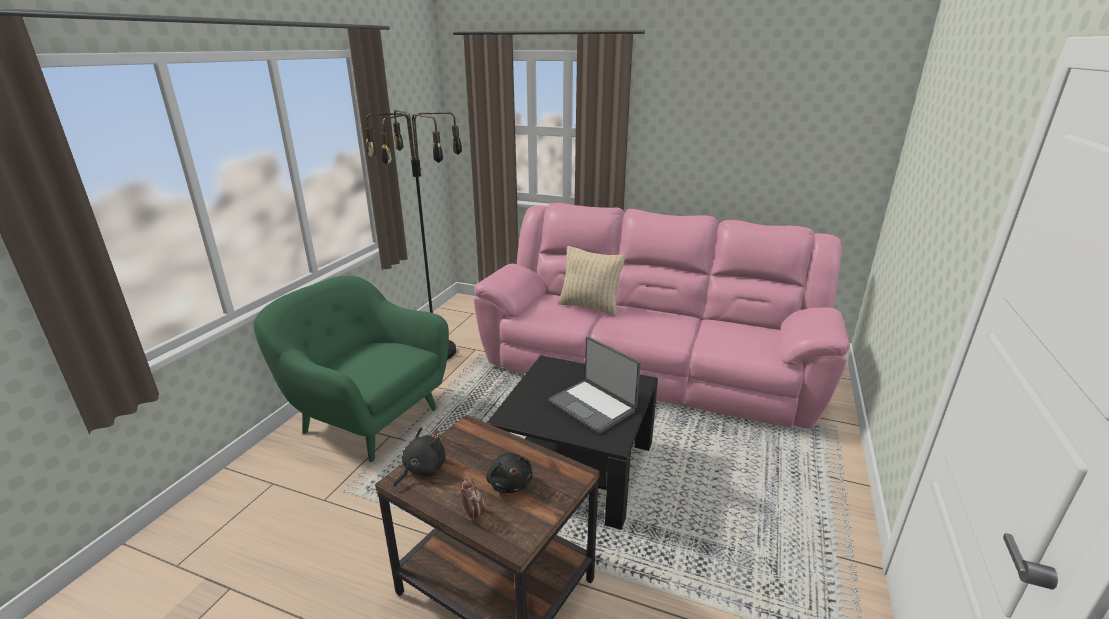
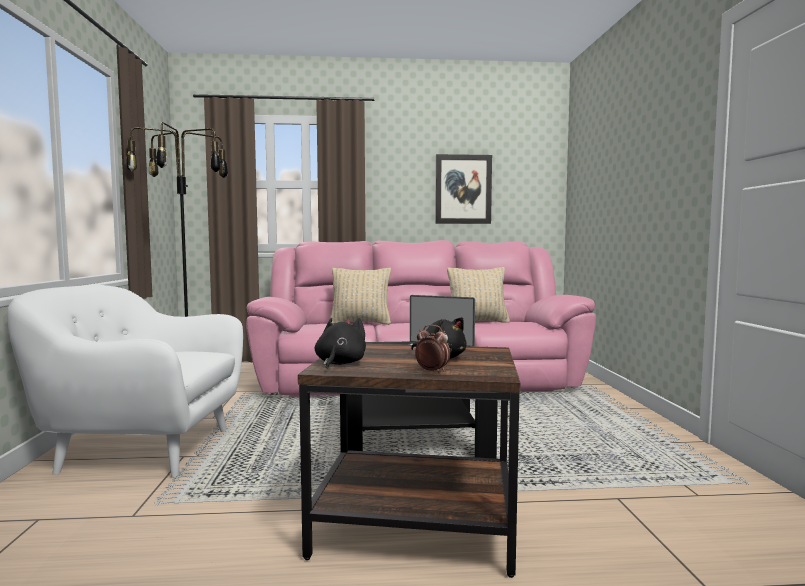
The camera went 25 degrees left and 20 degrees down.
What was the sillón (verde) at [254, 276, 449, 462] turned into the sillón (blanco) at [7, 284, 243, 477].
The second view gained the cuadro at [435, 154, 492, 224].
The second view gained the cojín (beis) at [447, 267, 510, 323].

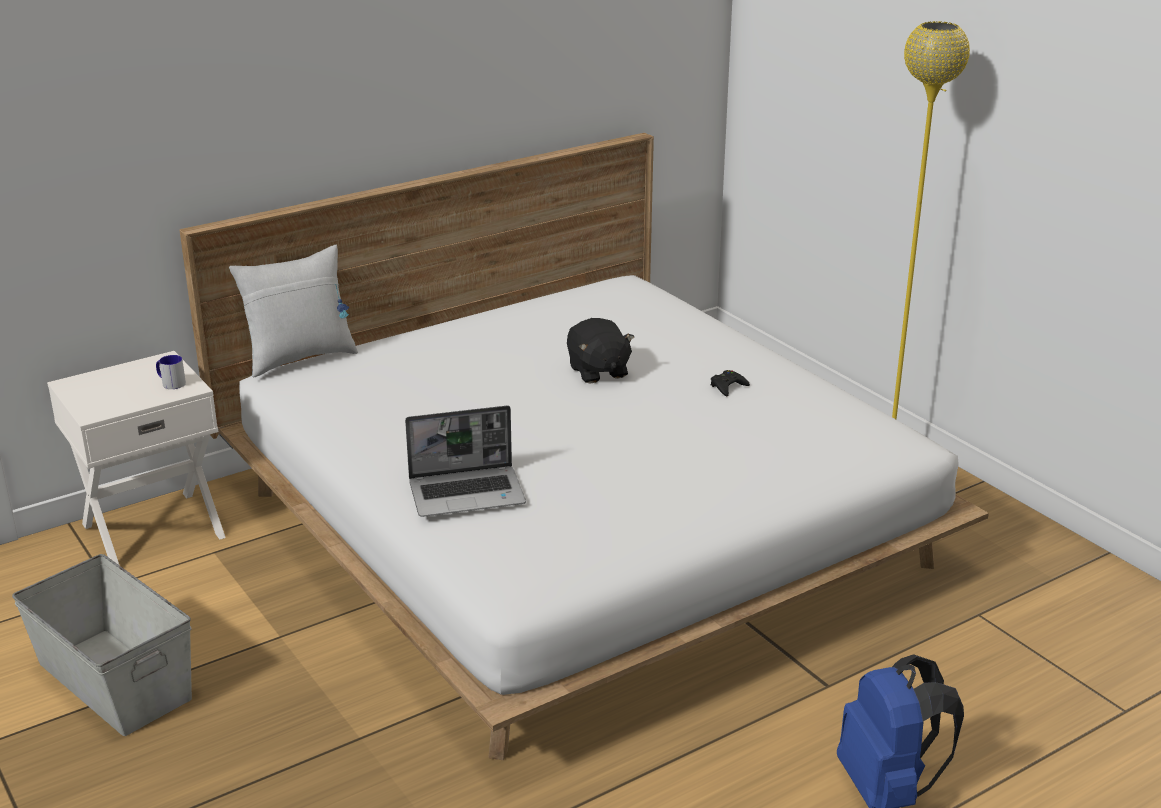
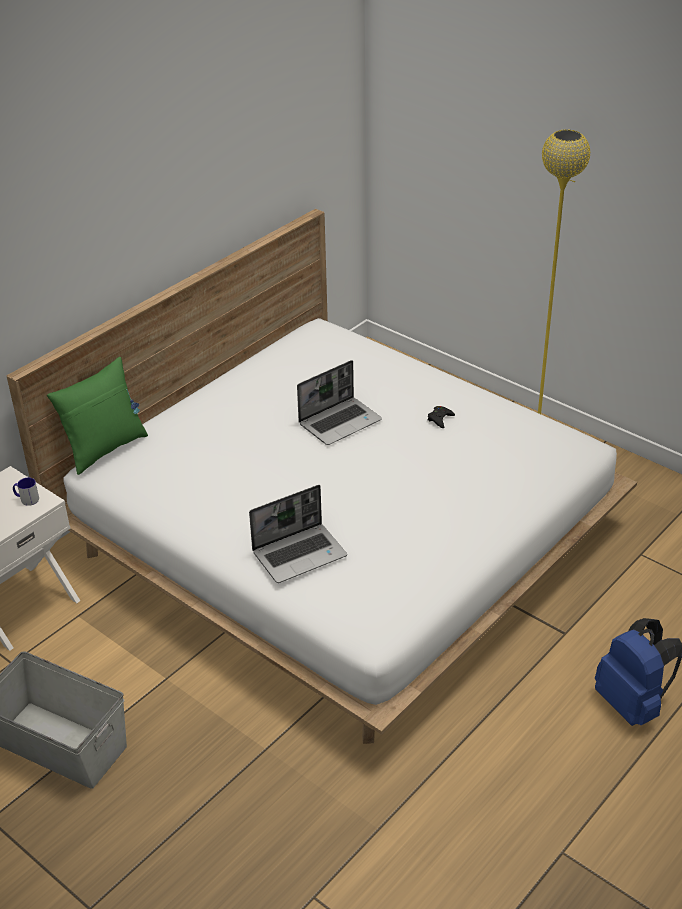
The camera went 15 degrees left and 10 degrees up.
What was the cojín (gris) at [229, 245, 358, 377] turned into the cojín (verde) at [47, 357, 148, 475].
Where the peluche (negro) stood at [567, 318, 634, 384], the portátil came to stand at [297, 360, 382, 445].

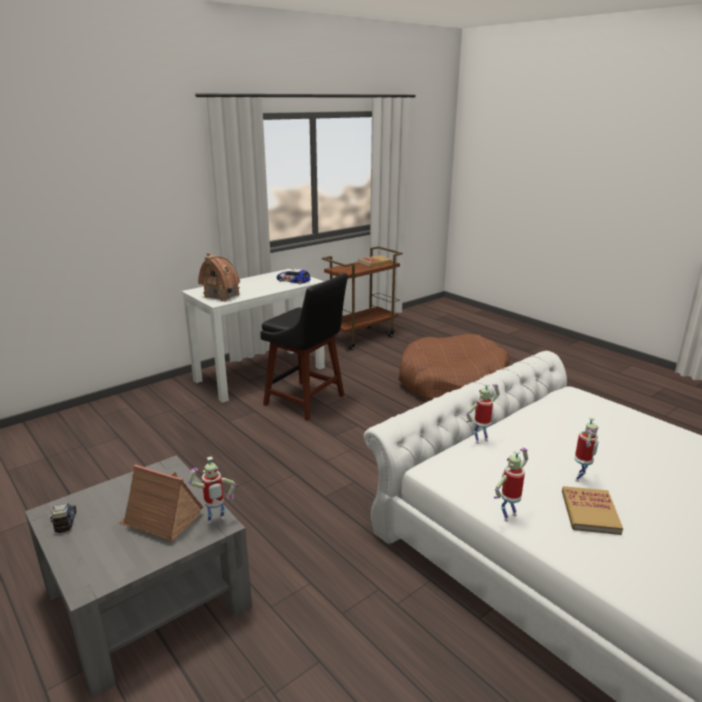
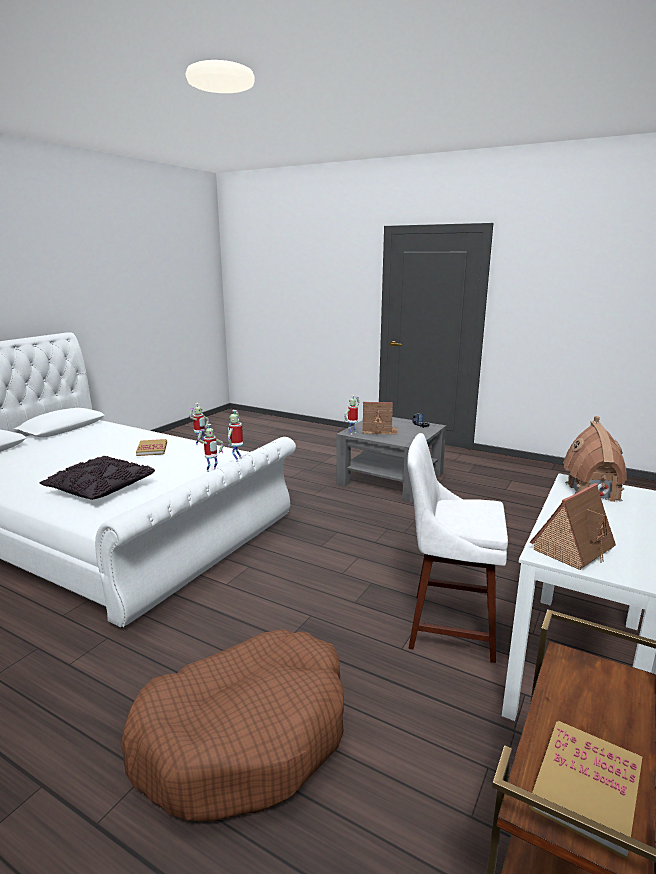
The camera went 160 degrees right and 5 degrees down.
The second view gained the cojín (negro) at [40, 456, 155, 500].
The robot de juguete ended up elsewhere, having gone from [575, 417, 598, 482] to [227, 410, 243, 462].
What was the silla (negro) at [260, 273, 348, 421] turned into the silla (blanco) at [408, 433, 508, 663].
Where the coche de juguete stood at [277, 269, 311, 284], the casita came to stand at [530, 483, 616, 570].

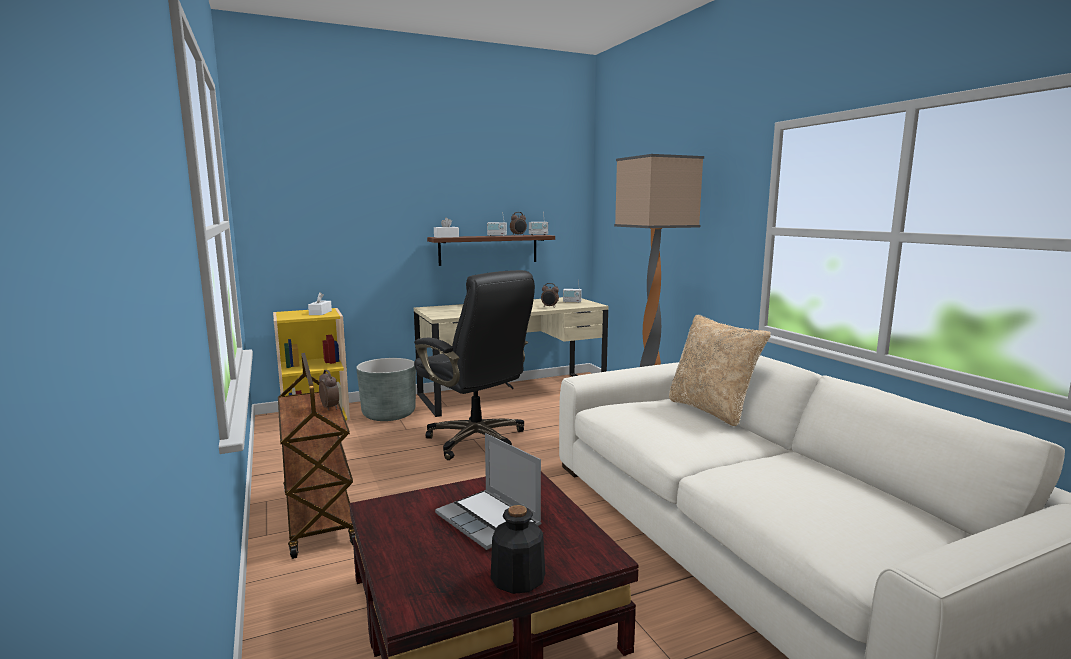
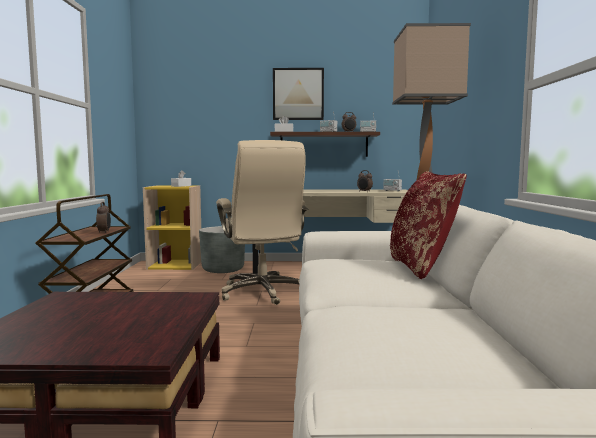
The camera went 25 degrees right and 5 degrees down.
What was the silla de oficina (negro) at [414, 270, 535, 460] turned into the silla de oficina (beis) at [216, 140, 308, 305].
The second view gained the cuadro at [273, 68, 324, 120].
What was the cojín (beis) at [669, 314, 771, 427] turned into the cojín (rojo) at [390, 171, 467, 280].
The second view lost the portátil at [435, 433, 541, 550].
The second view lost the botella at [491, 505, 545, 594].

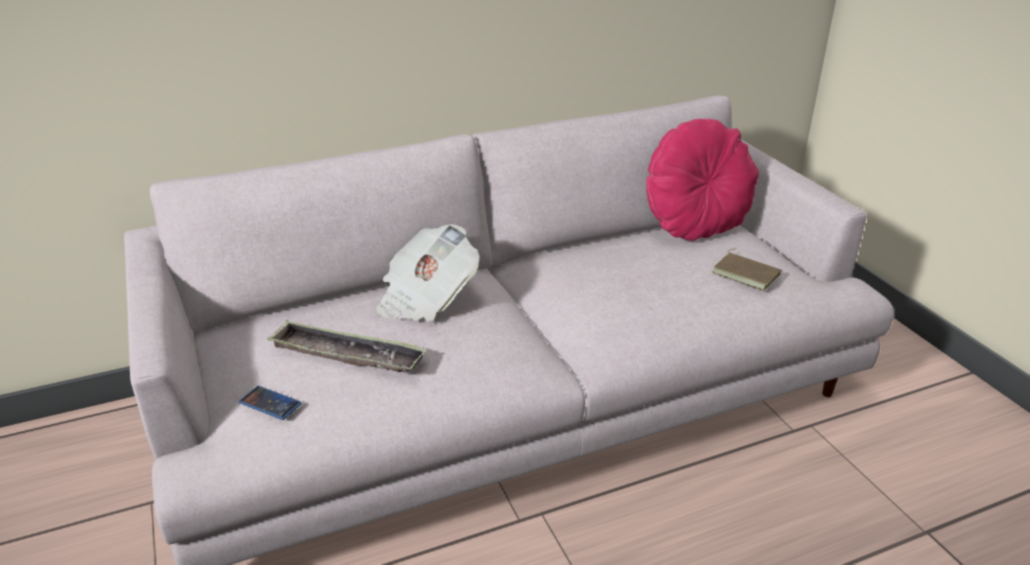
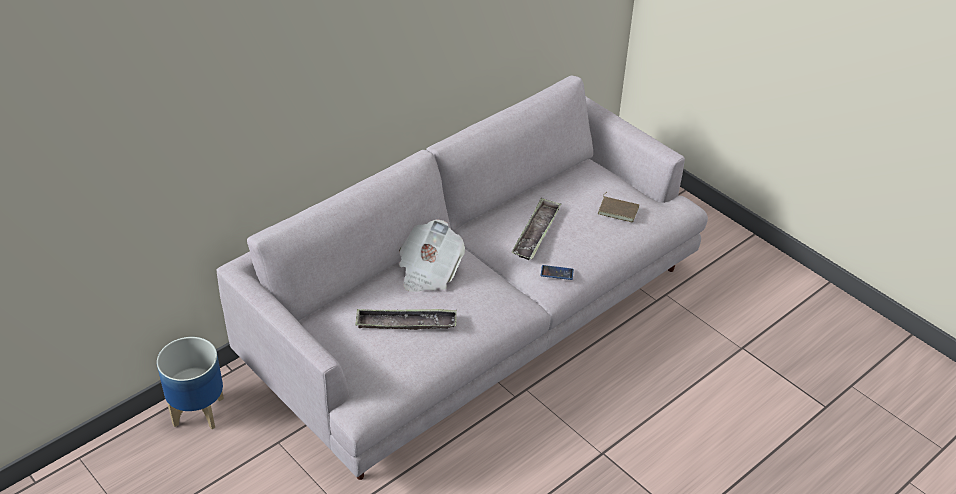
The camera went 20 degrees left and 10 degrees up.
The second view gained the maceta at [157, 337, 224, 429].
The second view gained the bandeja at [511, 198, 561, 260].
The móvil ended up elsewhere, having gone from [239, 386, 302, 420] to [540, 265, 574, 280].
The second view lost the cojín (rosa) at [646, 119, 759, 241].

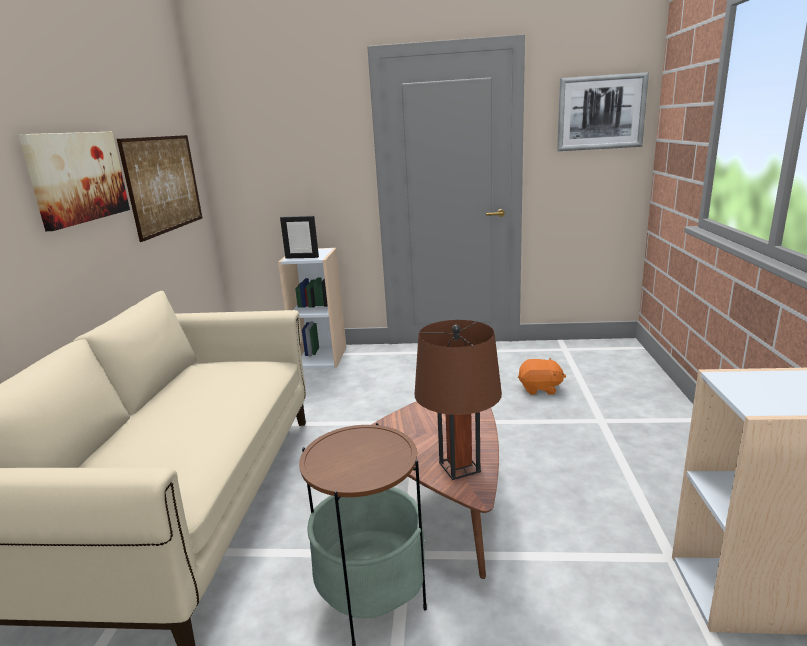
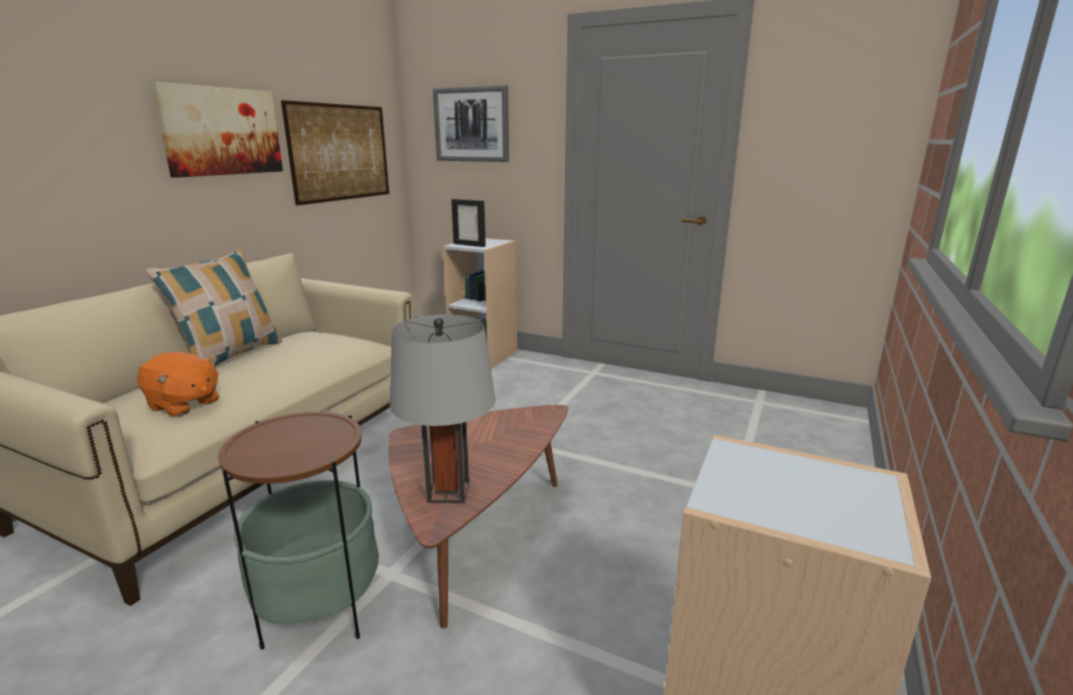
The camera went 20 degrees right and 0 degrees up.
The peluche (naranja) ended up elsewhere, having gone from [518, 358, 566, 395] to [137, 352, 220, 417].
The second view gained the cojín at [146, 250, 282, 366].
What was the lámpara de mesa (marrón) at [414, 320, 502, 480] turned into the lámpara de mesa (gris) at [390, 314, 496, 503].
The cuadro ended up elsewhere, having gone from [557, 72, 649, 151] to [433, 85, 509, 162].

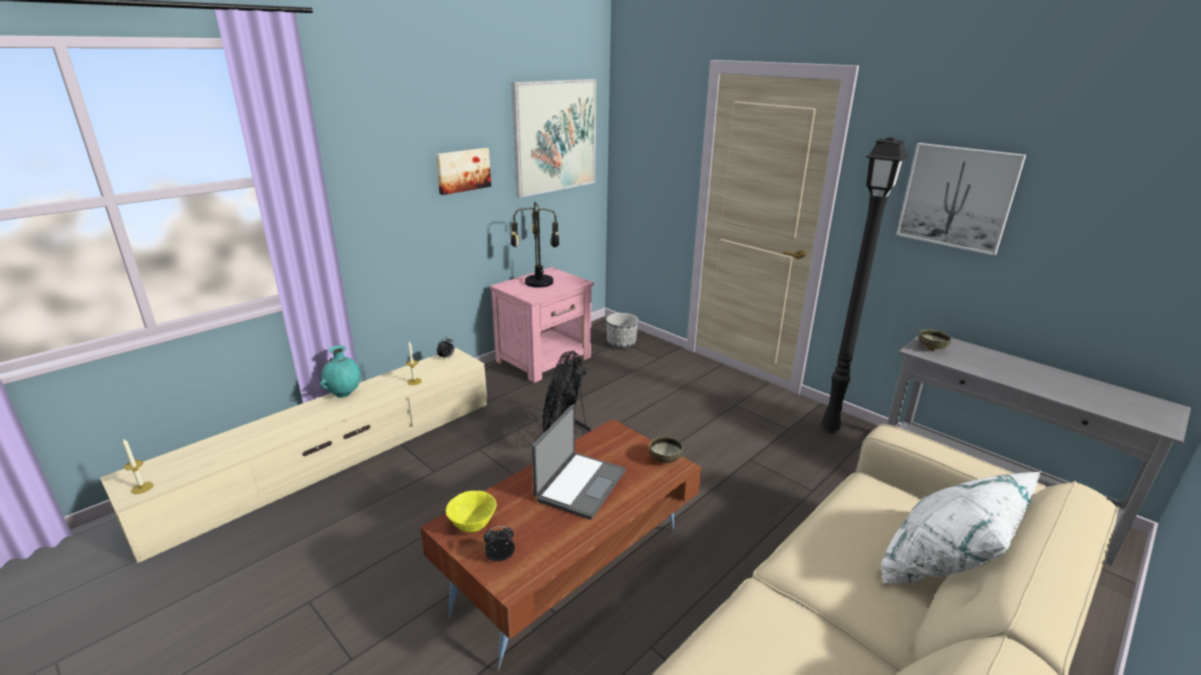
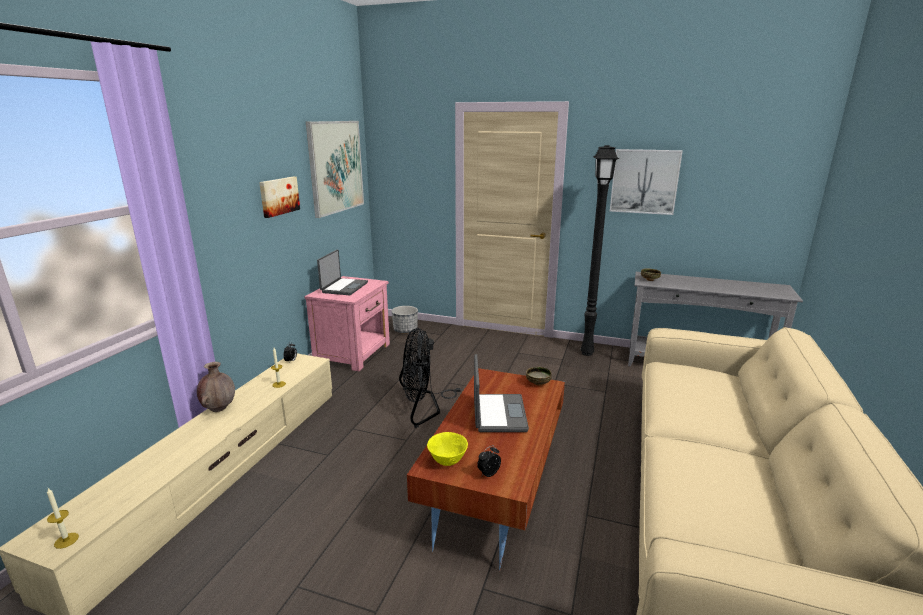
The camera went 25 degrees left and 5 degrees down.
What was the florero (turquesa) at [320, 345, 361, 397] turned into the florero (marrón) at [197, 362, 235, 412].
Where the lámpara de mesa stood at [511, 202, 559, 288], the portátil came to stand at [317, 250, 368, 295].
The second view lost the cojín (blanco) at [881, 471, 1041, 584].

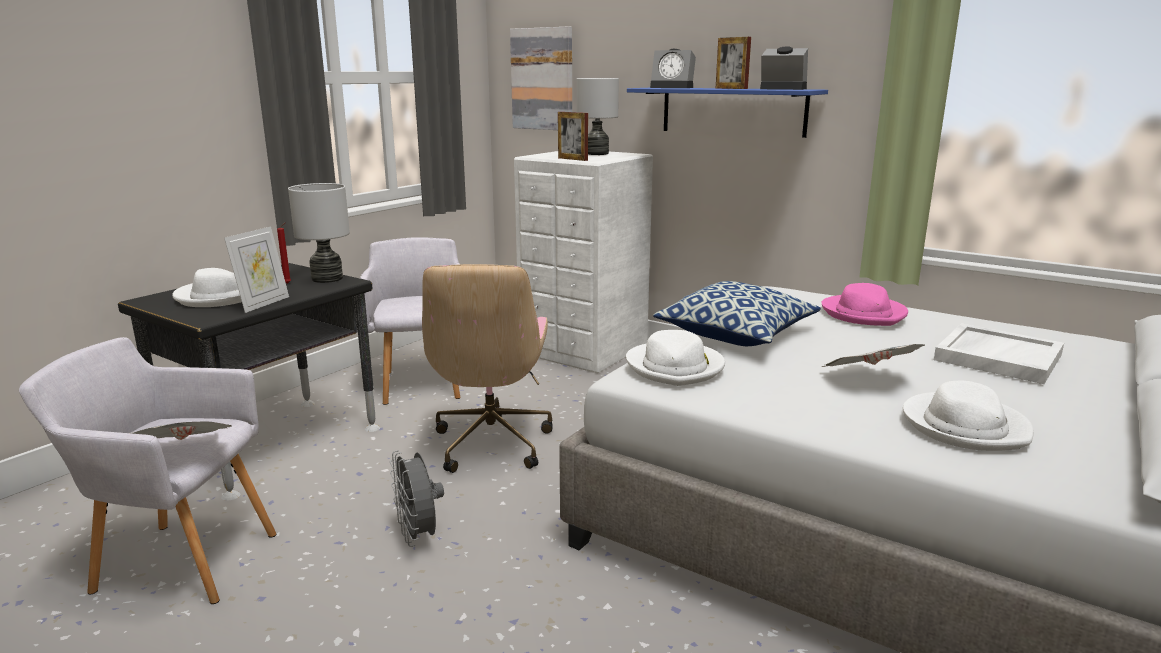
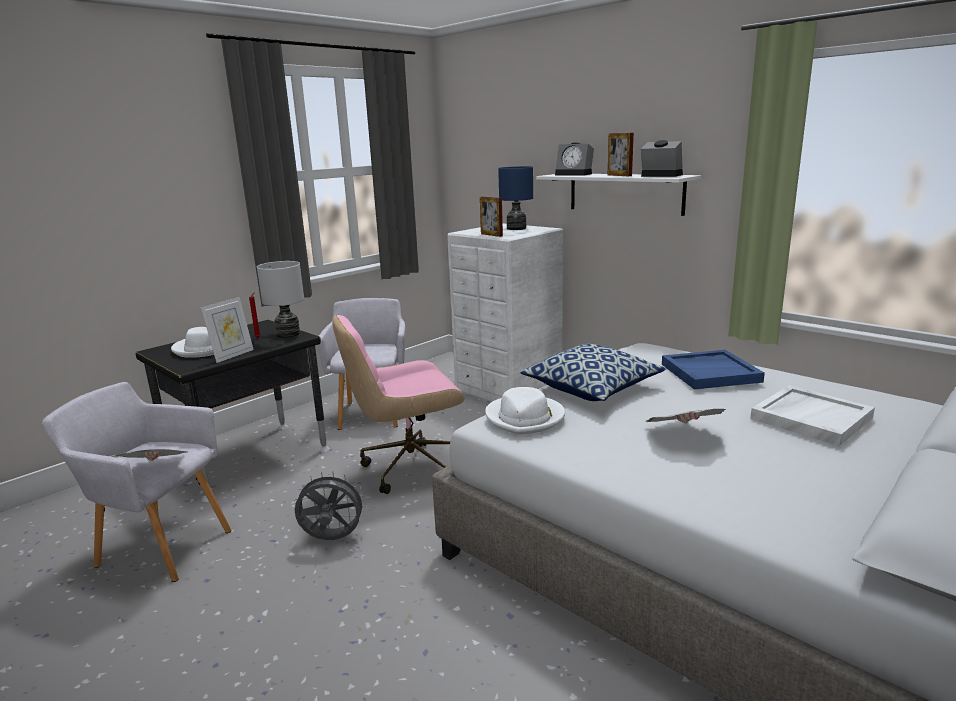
The camera went 10 degrees right and 0 degrees up.
The ventilador (gris) at [390, 450, 444, 547] ended up facing another way, 105 degrees clockwise from before.
The silla de oficina (rosa) at [422, 264, 553, 473] ended up facing another way, 60 degrees clockwise from before.
What was the lámpara de mesa (gris) at [577, 78, 619, 155] turned into the lámpara de mesa (azul) at [498, 166, 533, 230].
What was the estante (azul) at [627, 88, 828, 138] turned into the estante (blanco) at [536, 174, 702, 216].
Where the sombrero (rosa) stood at [821, 283, 908, 326], the bandeja (azul) came to stand at [662, 350, 765, 390].
The second view lost the cuadro at [510, 26, 572, 130].
The second view lost the sombrero (blanco) at [903, 380, 1034, 451].

